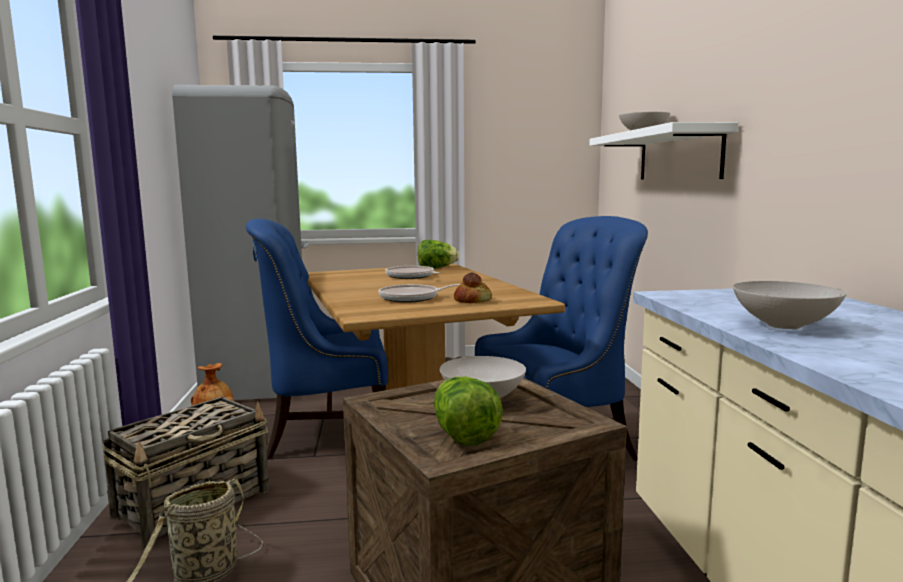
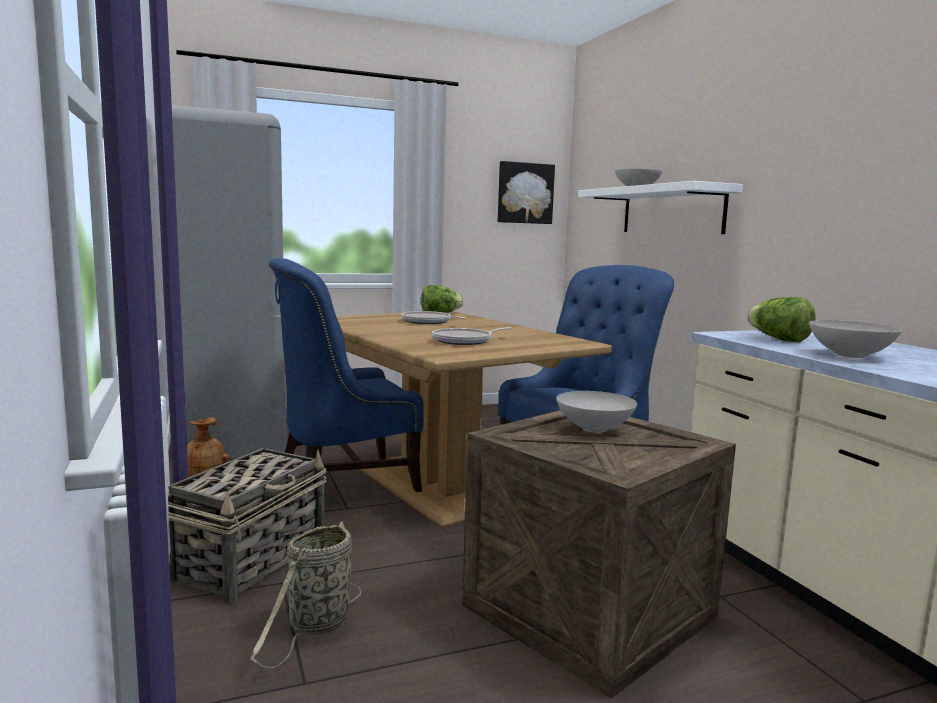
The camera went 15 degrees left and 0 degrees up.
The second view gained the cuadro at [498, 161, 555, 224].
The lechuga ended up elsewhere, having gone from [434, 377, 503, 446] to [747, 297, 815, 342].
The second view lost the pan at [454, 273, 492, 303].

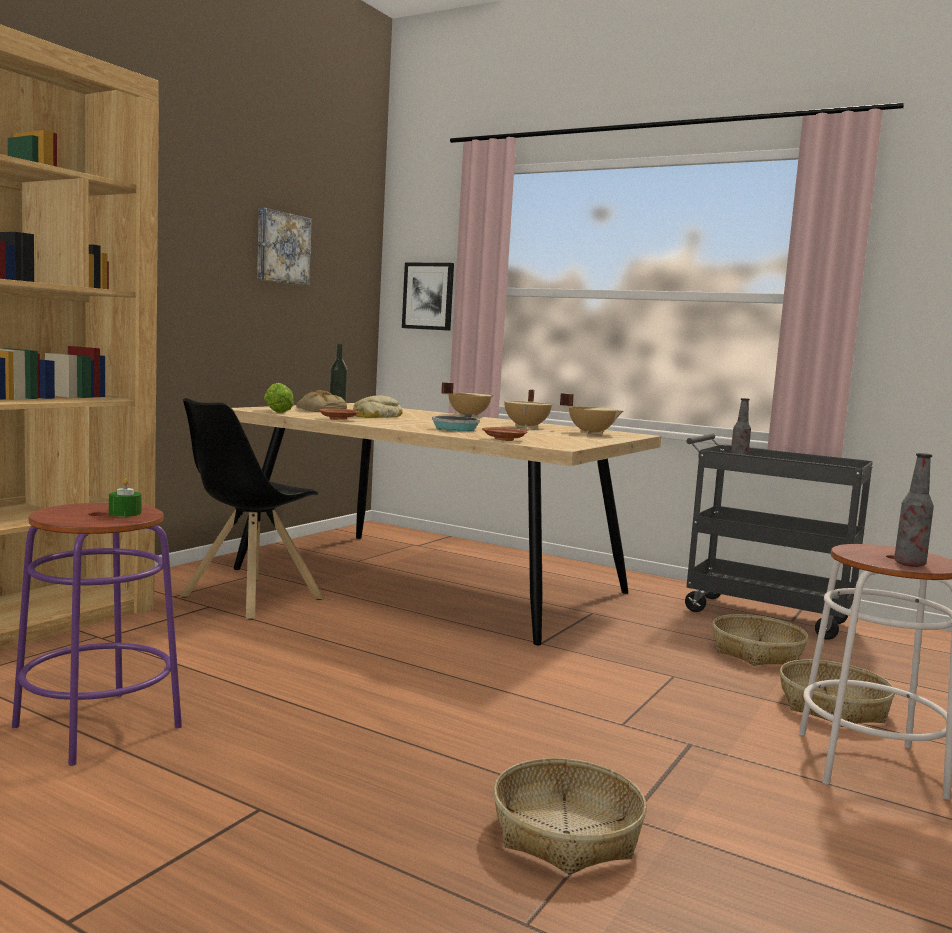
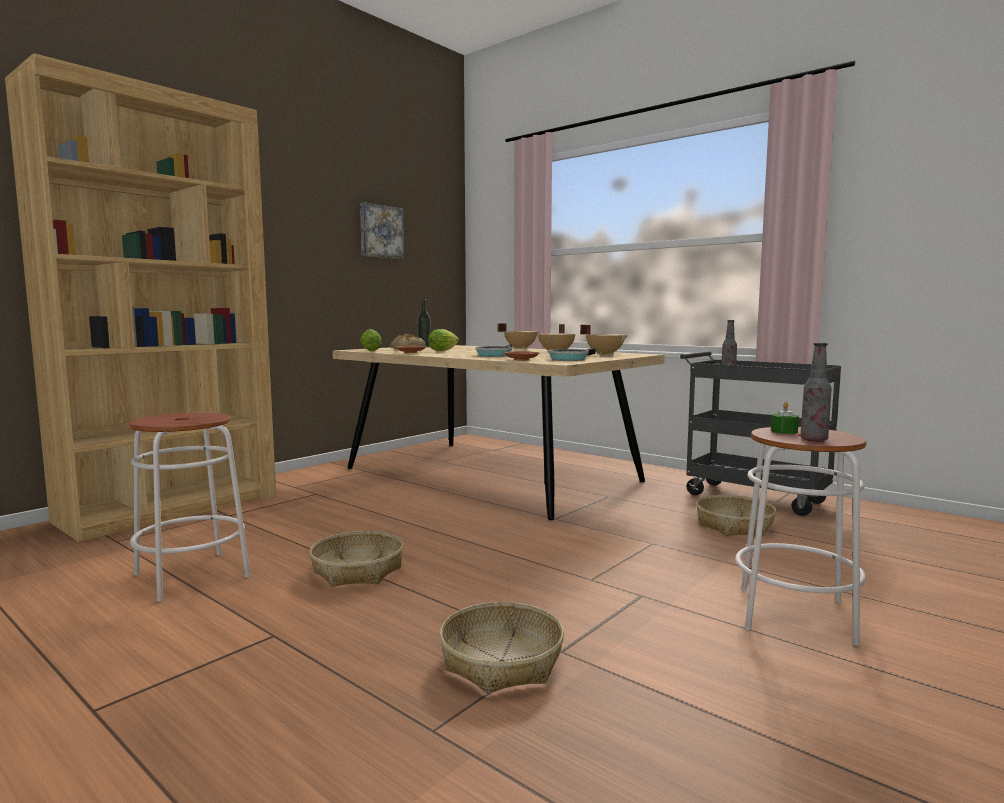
The camera went 10 degrees right and 0 degrees up.
What was the taburete (morado) at [12, 503, 182, 766] turned into the taburete (blanco) at [130, 412, 251, 602].
The cesta ended up elsewhere, having gone from [780, 659, 895, 727] to [309, 531, 403, 587].
Where the pan stood at [353, 395, 403, 418], the lechuga came to stand at [428, 329, 459, 351].
The second view gained the sartén at [548, 348, 596, 361].
The vela (verde) ended up elsewhere, having gone from [109, 478, 142, 517] to [771, 402, 799, 434].
The second view lost the silla (negro) at [180, 398, 324, 620].
The second view lost the cuadro at [402, 263, 454, 331].

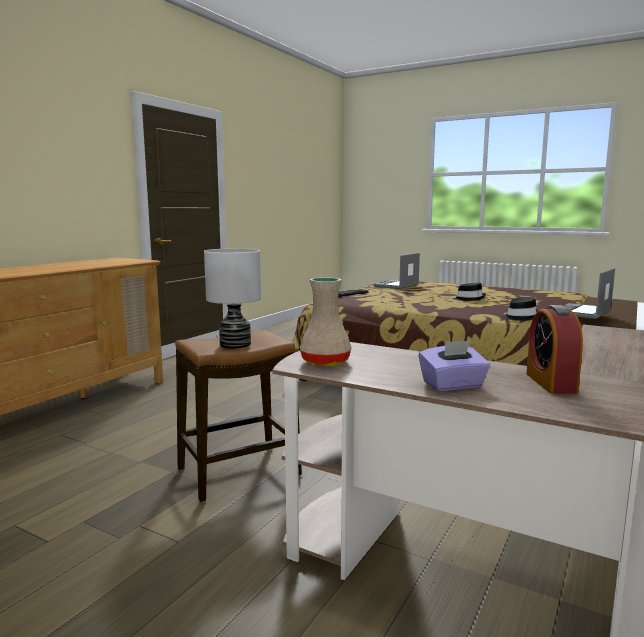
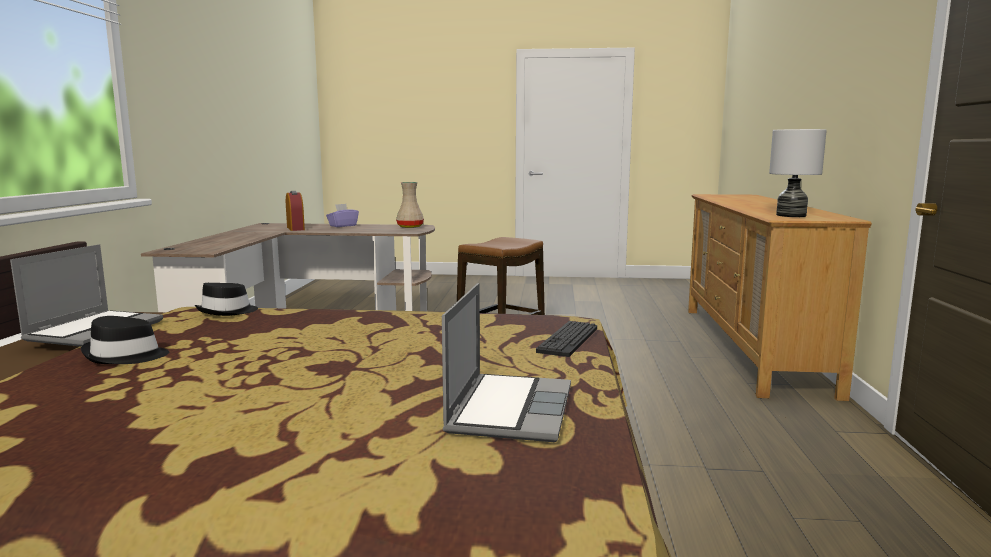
The camera went 155 degrees right and 0 degrees up.
The sombrero (negro) ended up elsewhere, having gone from [452, 283, 486, 301] to [81, 316, 169, 364].
The lámpara de mesa (gris) ended up elsewhere, having gone from [204, 248, 261, 349] to [769, 129, 827, 217].

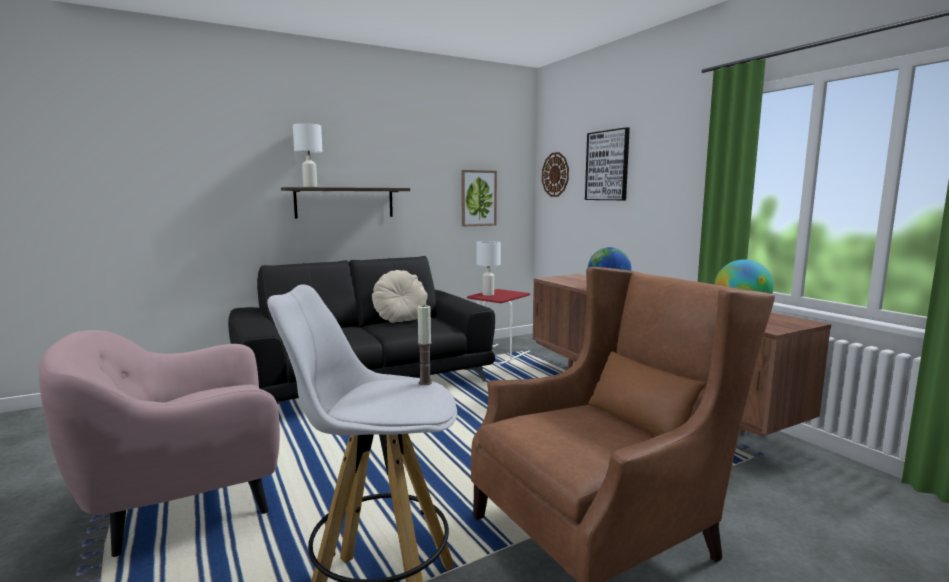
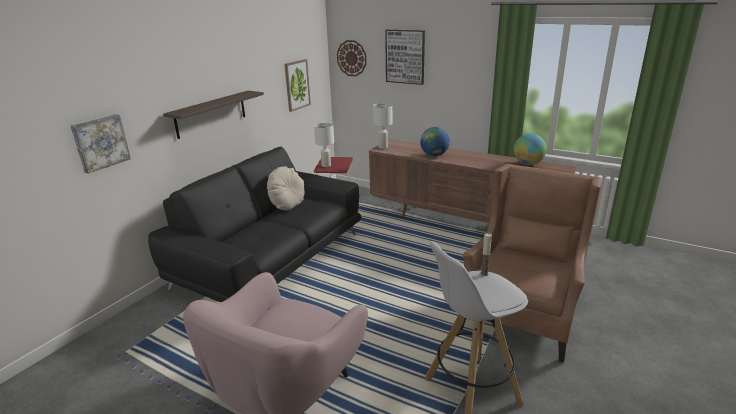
The camera went 30 degrees left and 15 degrees up.
The second view gained the cuadro at [70, 114, 131, 174].
The lámpara de mesa (blanco) ended up elsewhere, having gone from [293, 123, 322, 187] to [373, 103, 392, 149].

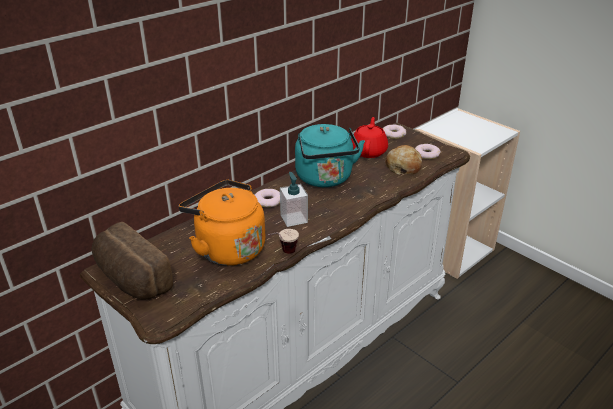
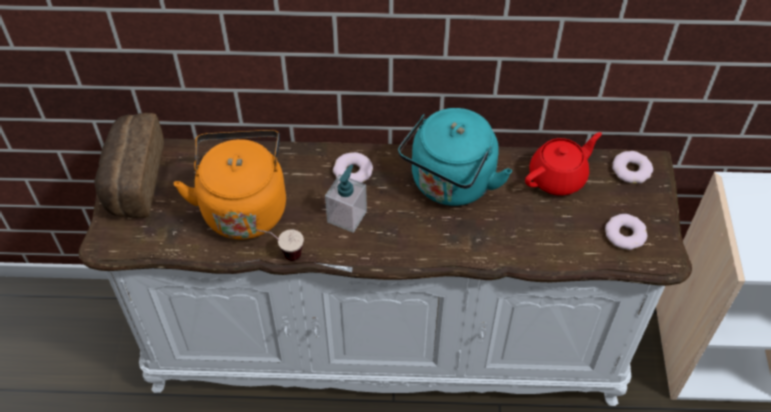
The camera went 45 degrees right and 20 degrees up.
The second view lost the pan at [385, 145, 422, 174].

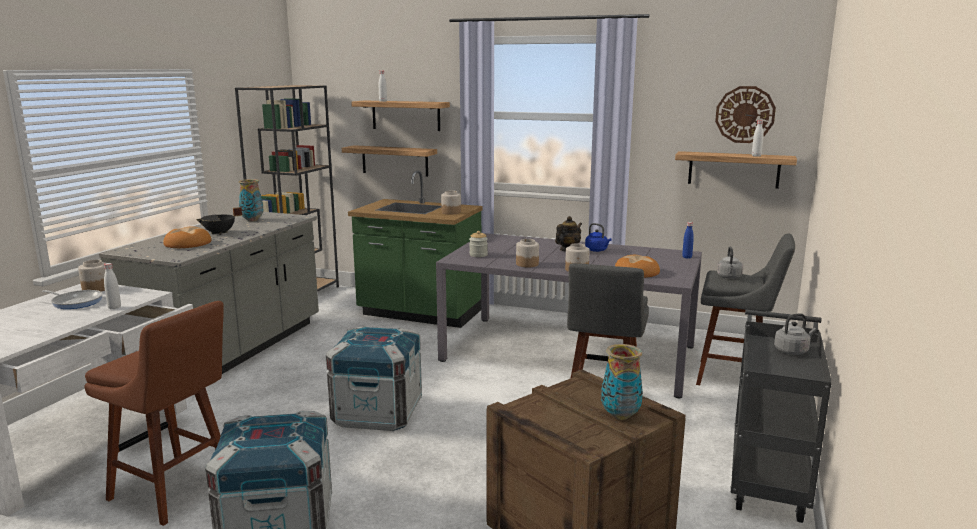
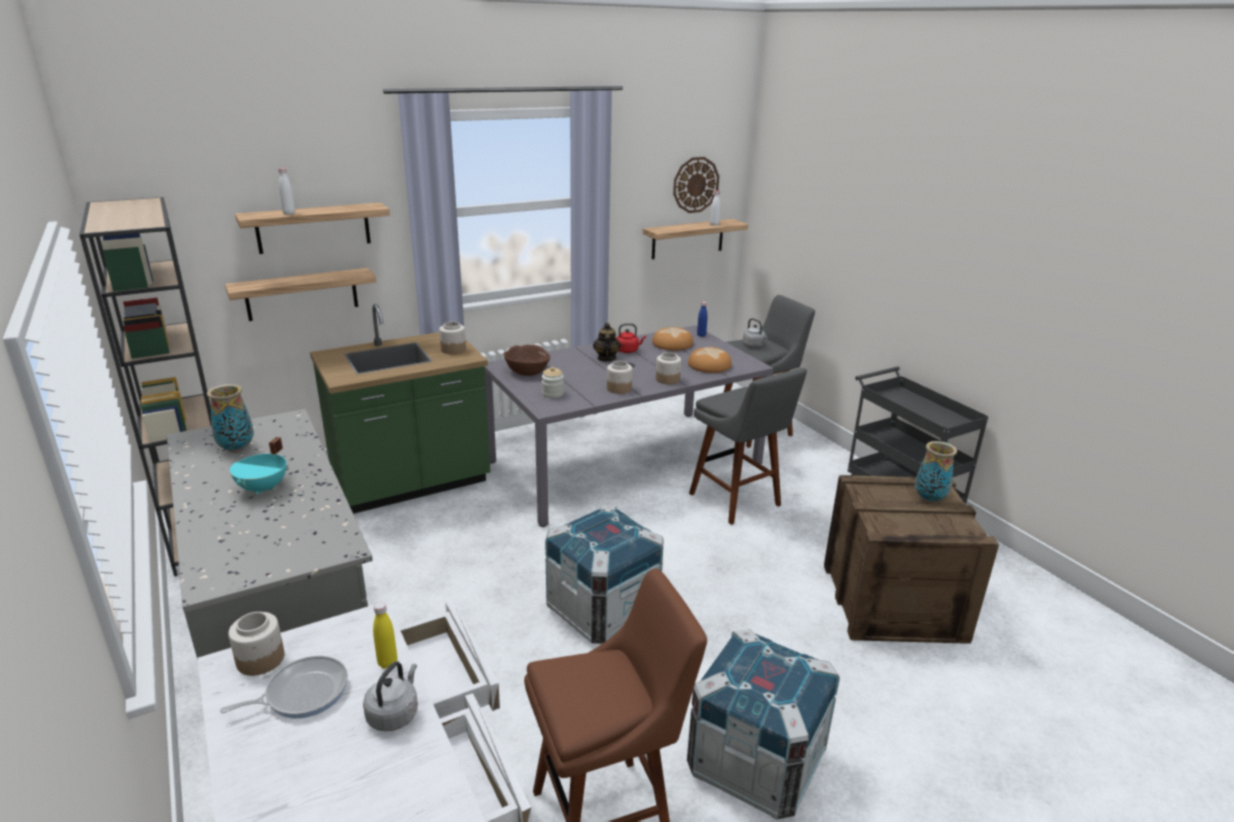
The camera went 50 degrees left and 10 degrees up.
What was the olla (negro) at [196, 207, 242, 235] turned into the olla (turquesa) at [230, 437, 287, 495].
The hervidor (gris) ended up elsewhere, having gone from [774, 313, 816, 355] to [363, 662, 418, 731].
What was the botella (blanco) at [104, 263, 121, 309] turned into the botella (amarillo) at [373, 602, 397, 669].
The second view gained the cuenco (marrón) at [504, 345, 550, 376].
What was the hervidor (azul) at [585, 223, 611, 252] turned into the hervidor (rojo) at [616, 323, 646, 353].
The pan ended up elsewhere, having gone from [163, 227, 212, 248] to [652, 327, 693, 351].

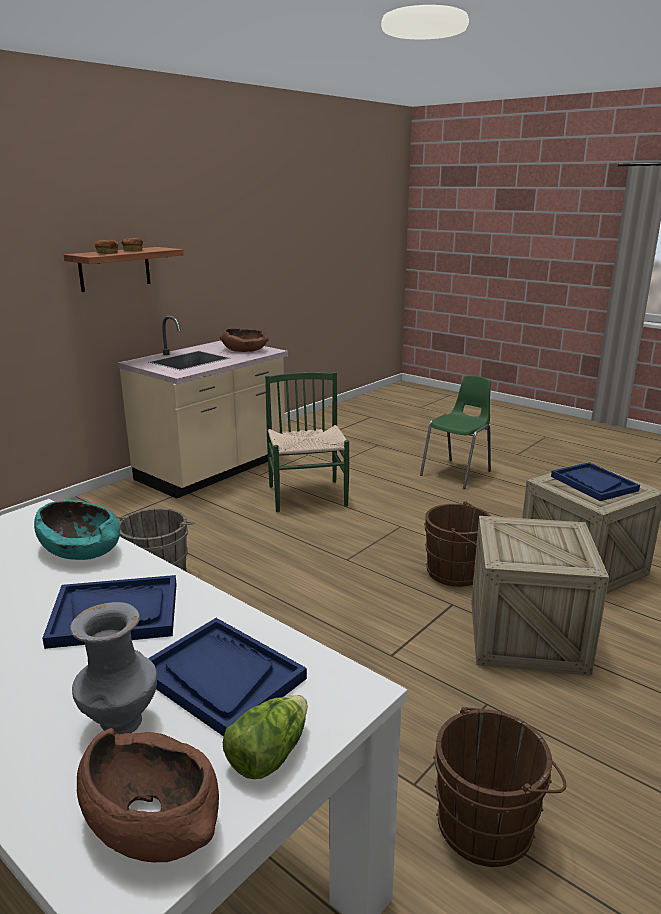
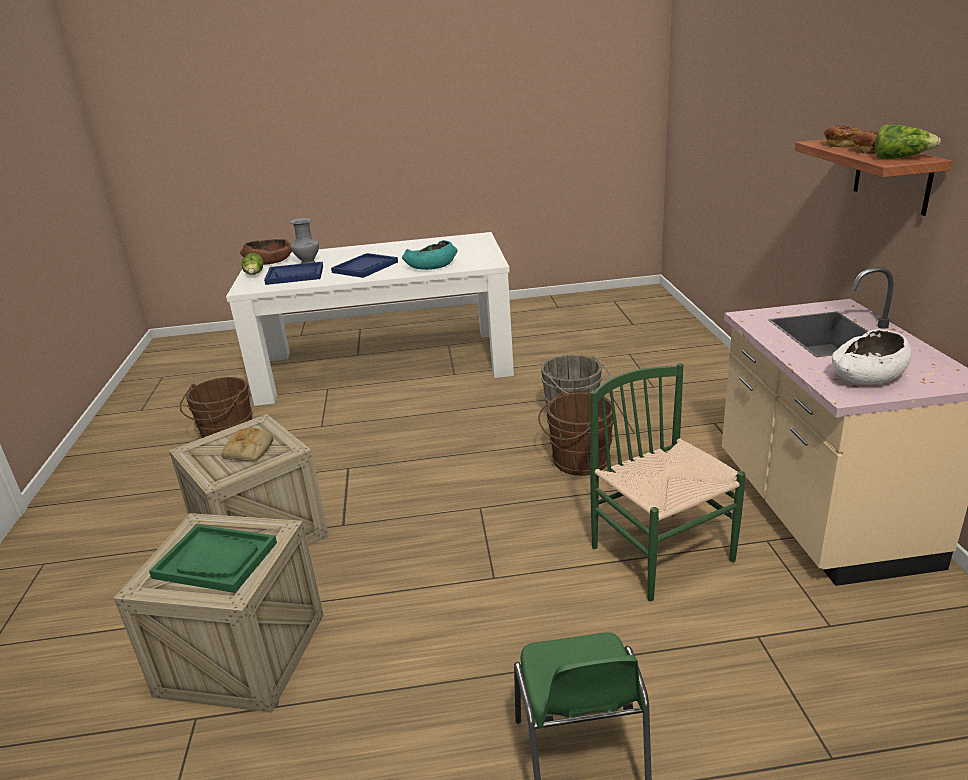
The camera went 135 degrees right and 5 degrees up.
What was the bandeja (azul) at [551, 462, 640, 501] turned into the bandeja (verde) at [149, 524, 277, 593].
The second view gained the pan at [222, 428, 273, 461].
The cubo (marrón) ended up elsewhere, having gone from [424, 501, 491, 587] to [538, 391, 614, 476].
The silla (verde) at [265, 372, 349, 512] ended up facing another way, 150 degrees counterclockwise from before.
What was the cuenco (marrón) at [220, 328, 269, 352] turned into the cuenco (blanco) at [832, 329, 911, 385].
The second view gained the lechuga at [875, 125, 941, 159].

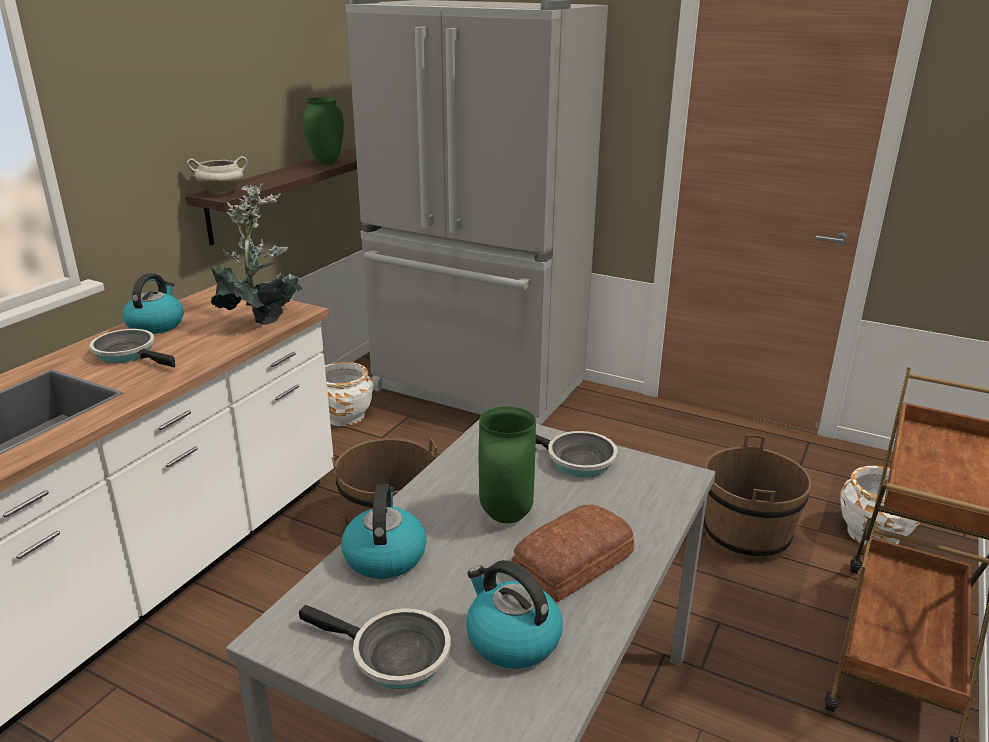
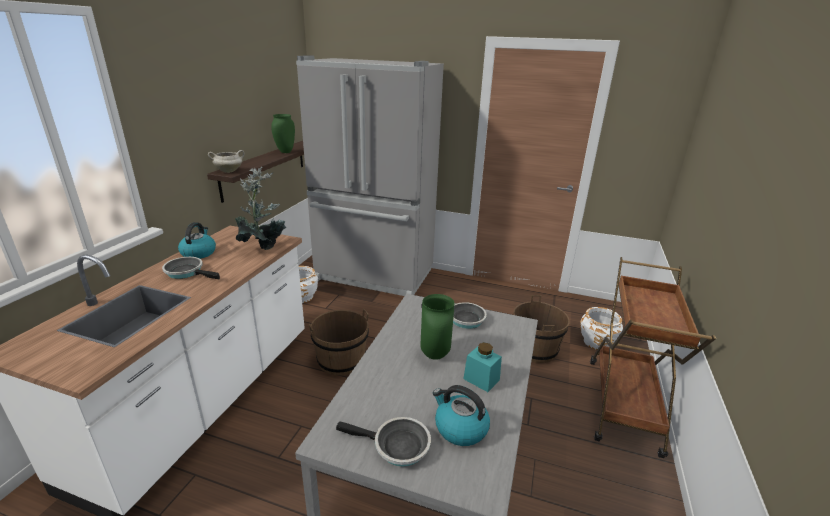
The camera went 10 degrees left and 0 degrees up.
Where the pan stood at [511, 505, 634, 602], the tarro (turquesa) came to stand at [463, 342, 502, 392].
The second view lost the hervidor at [341, 484, 427, 579].

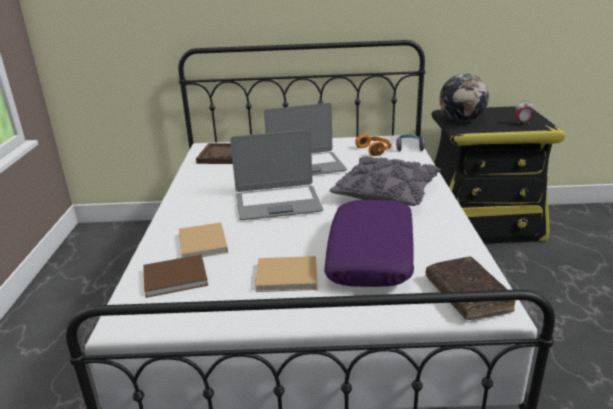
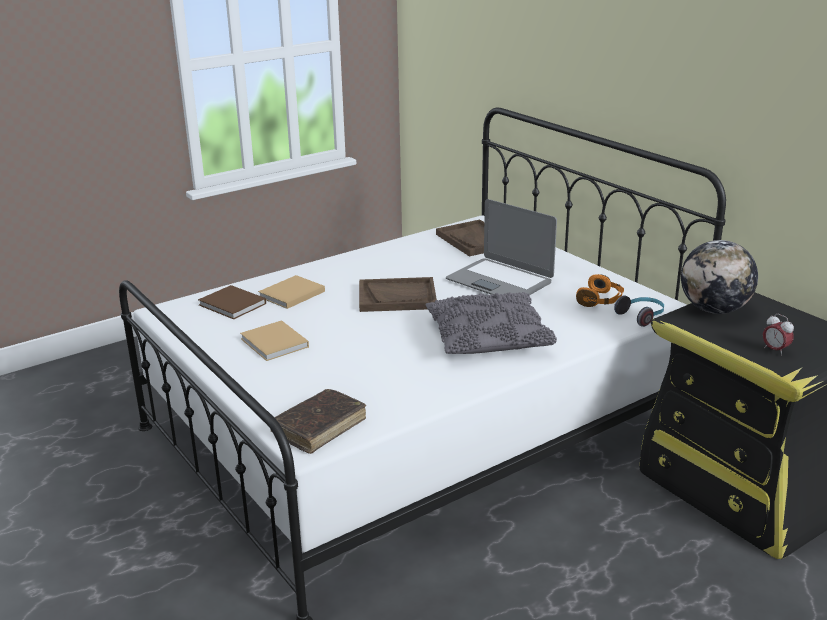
The camera went 55 degrees right and 0 degrees up.
Where the portátil stood at [230, 130, 323, 220], the bandeja (marrón) came to stand at [359, 277, 437, 312].
The second view lost the cojín (morado) at [324, 200, 414, 287].

